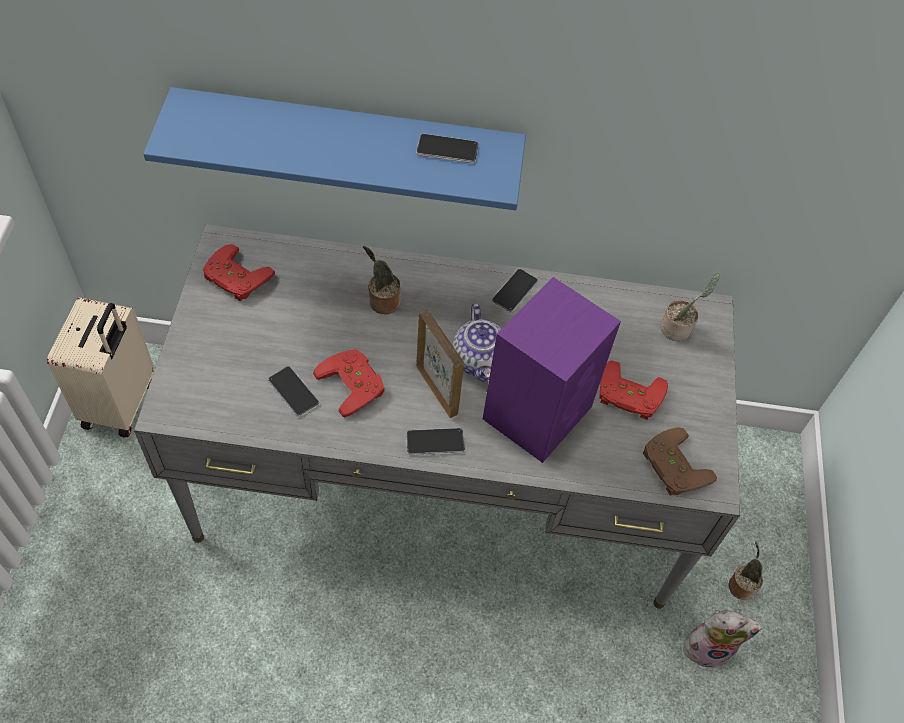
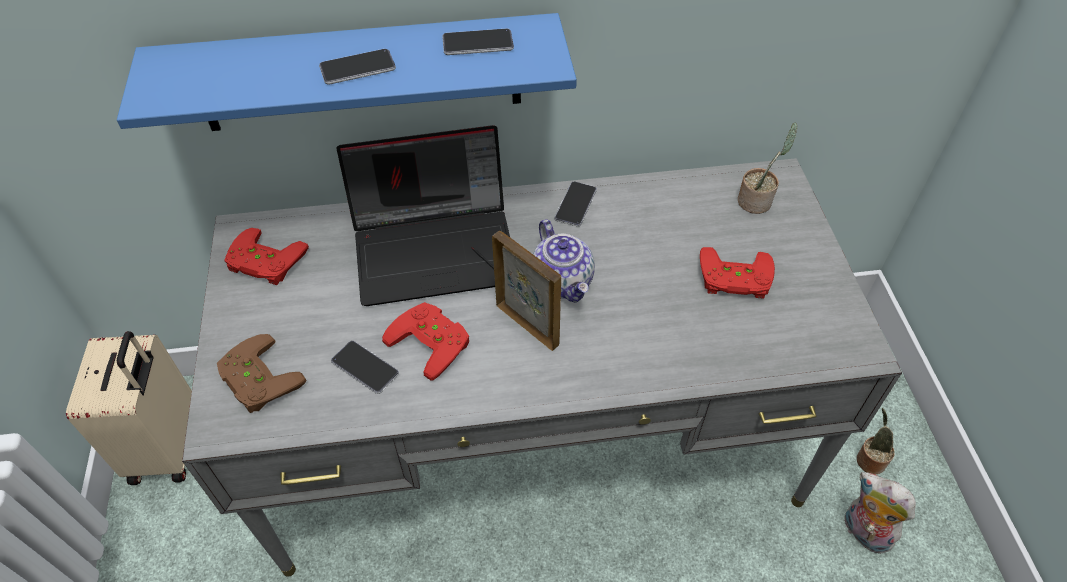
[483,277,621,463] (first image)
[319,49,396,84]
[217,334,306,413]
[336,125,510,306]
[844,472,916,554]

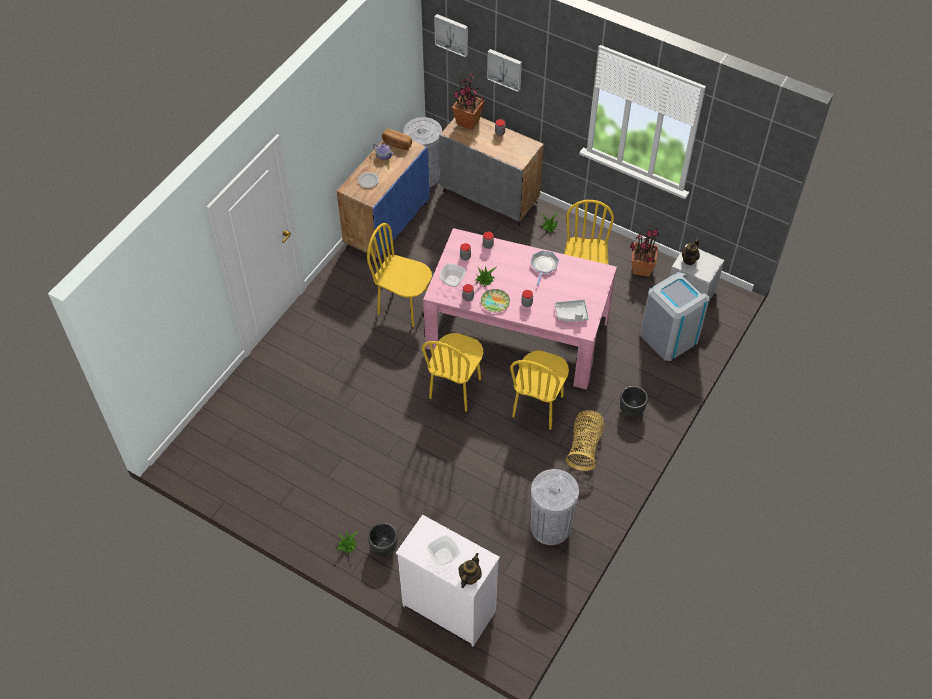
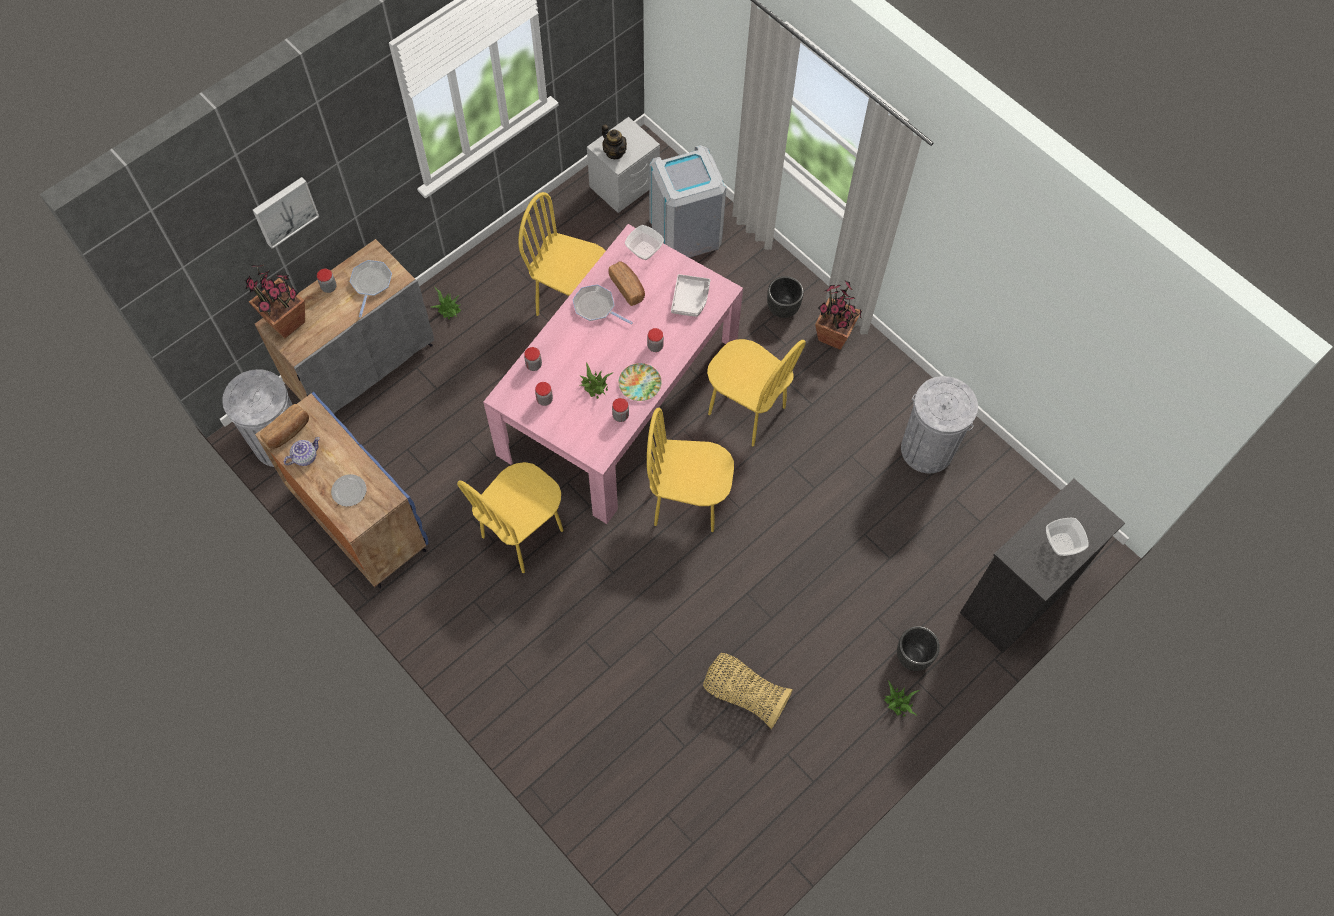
[434,14,468,58] (first image)
[458,553,482,588] (first image)
[350,260,392,317]
[609,261,645,306]
[625,225,664,260]
[703,653,793,729]
[815,281,862,350]
[960,479,1125,653]
[647,408,734,532]

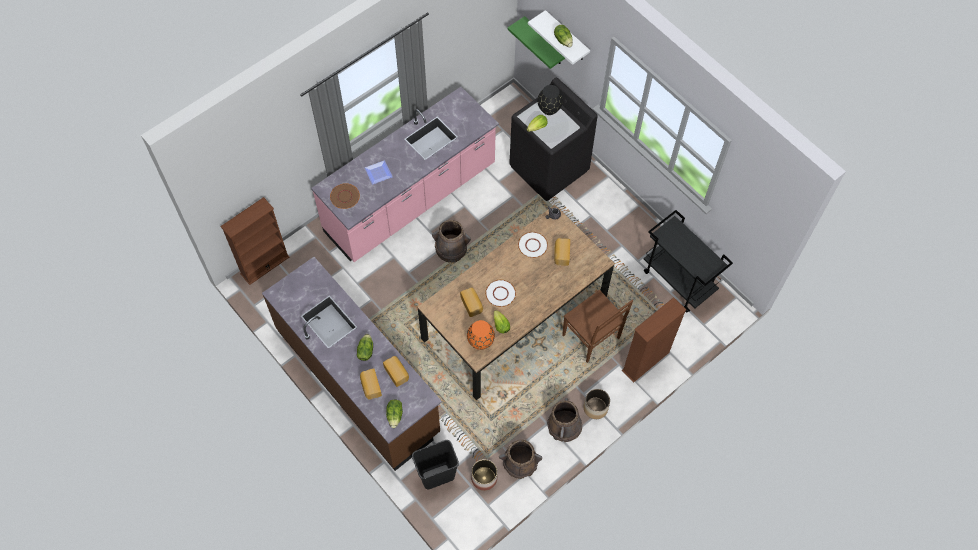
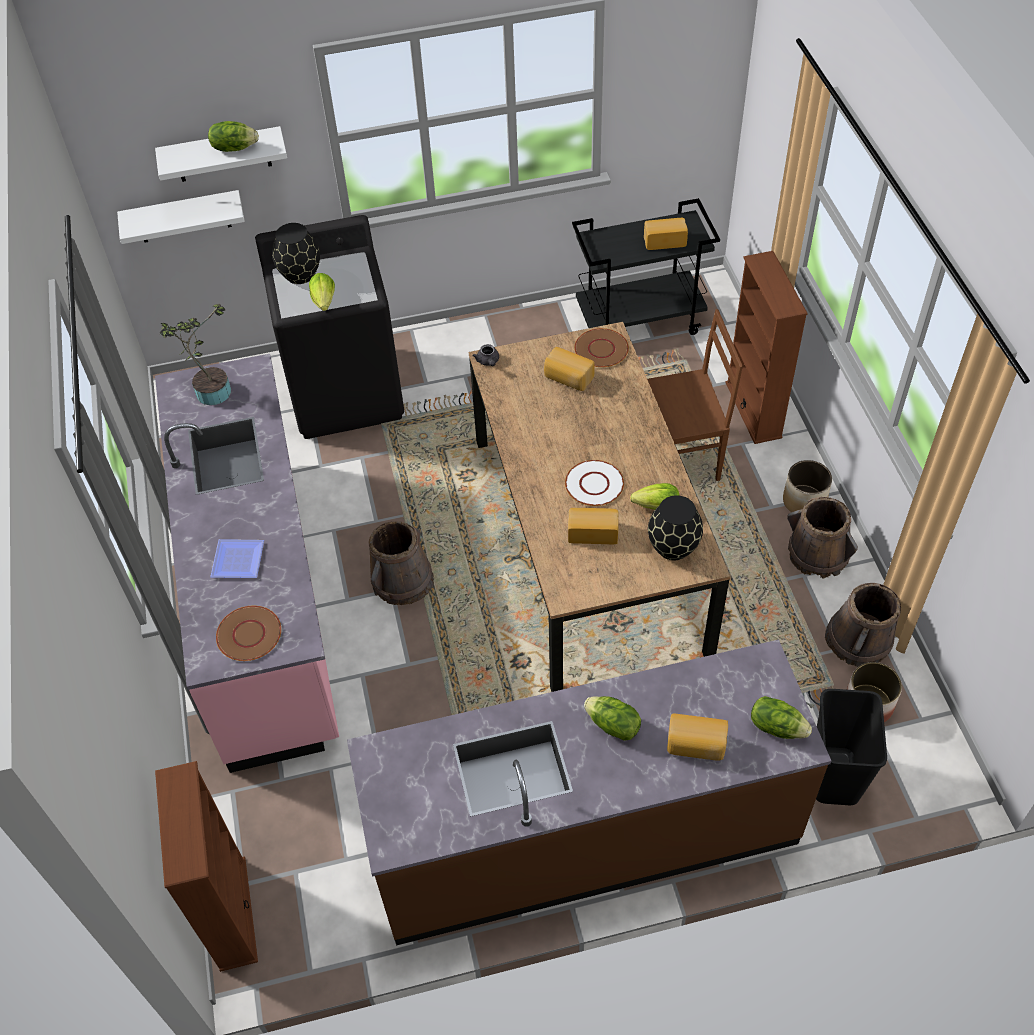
[518,232,548,258] (first image)
[160,304,231,405]
[574,328,629,367]
[644,218,688,250]
[648,495,703,560]
[117,190,245,244]

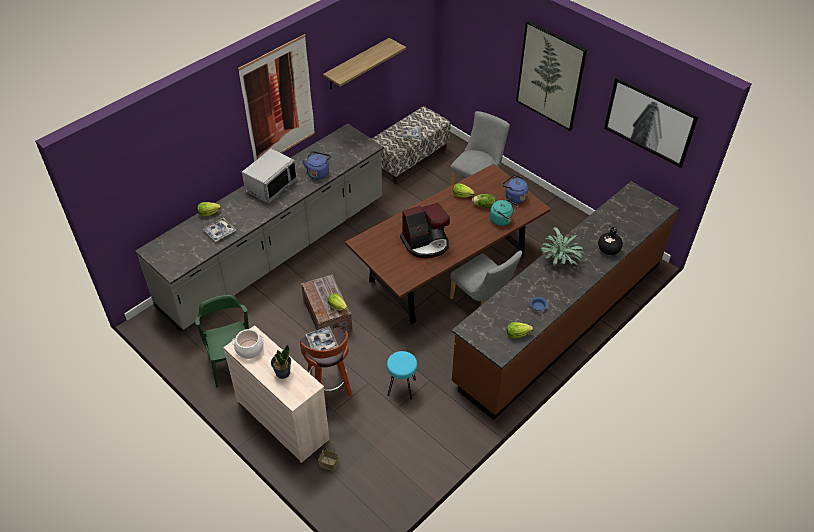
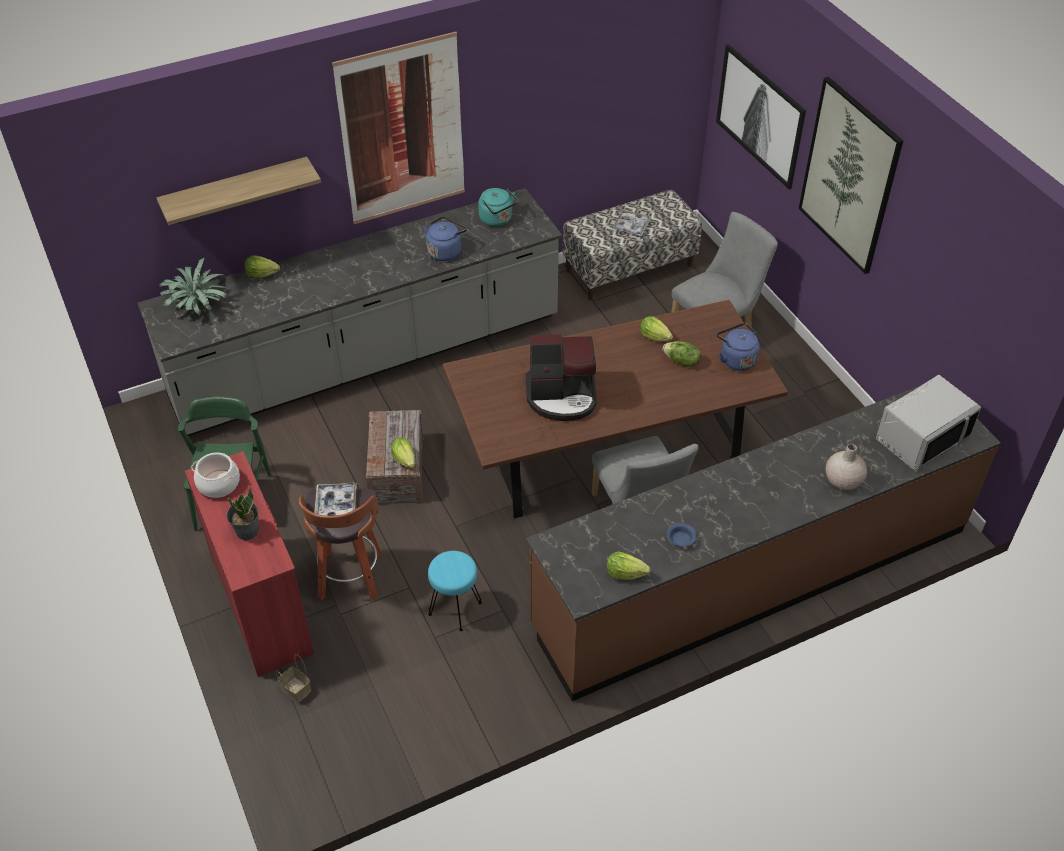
[202,218,236,242] (first image)
[876,375,981,472]
[156,157,321,225]
[478,188,518,226]
[159,258,228,315]
[716,44,806,189]
[185,451,314,676]
[825,443,867,490]

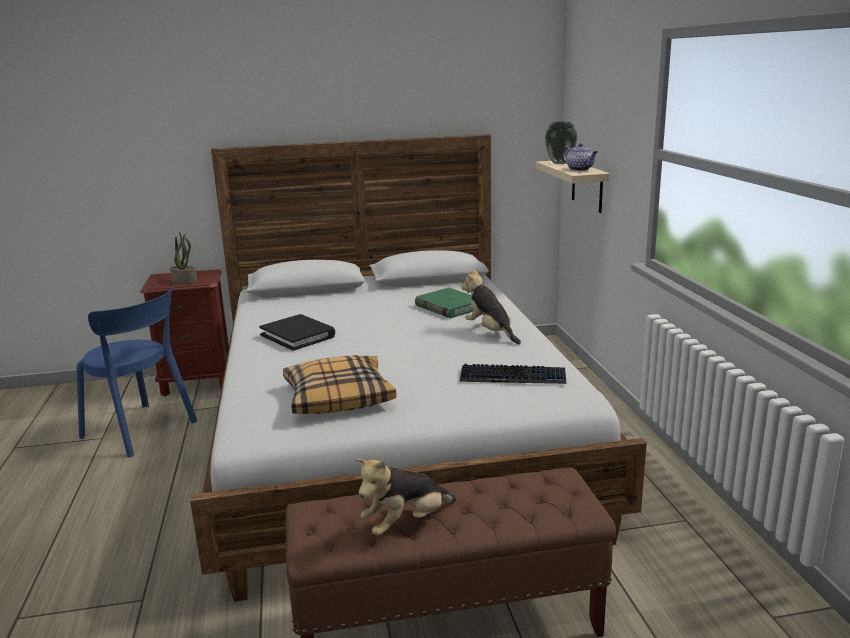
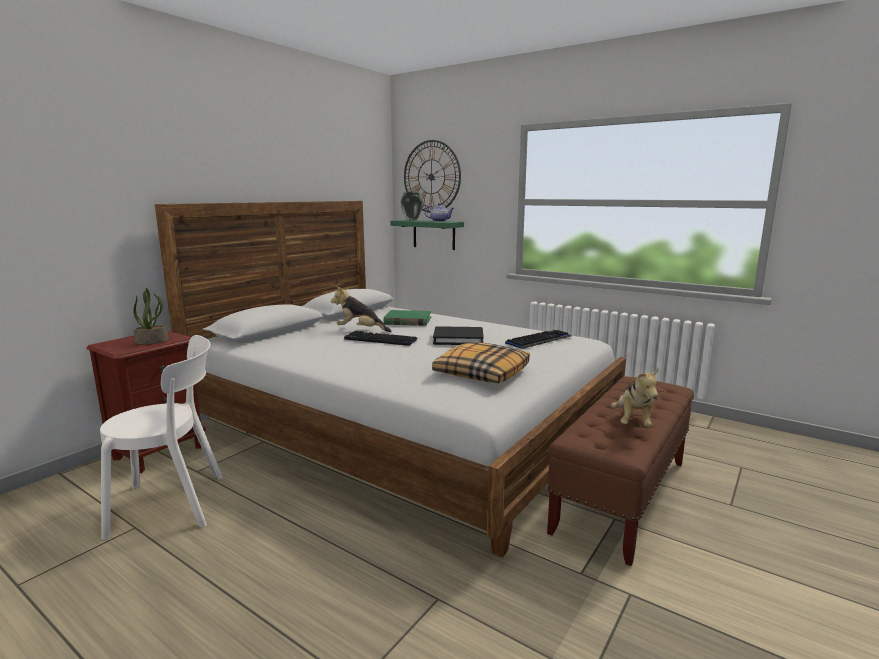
[344,331,419,346]
[404,140,461,213]
[433,326,484,345]
[331,286,391,332]
[100,335,222,540]
[390,220,464,250]

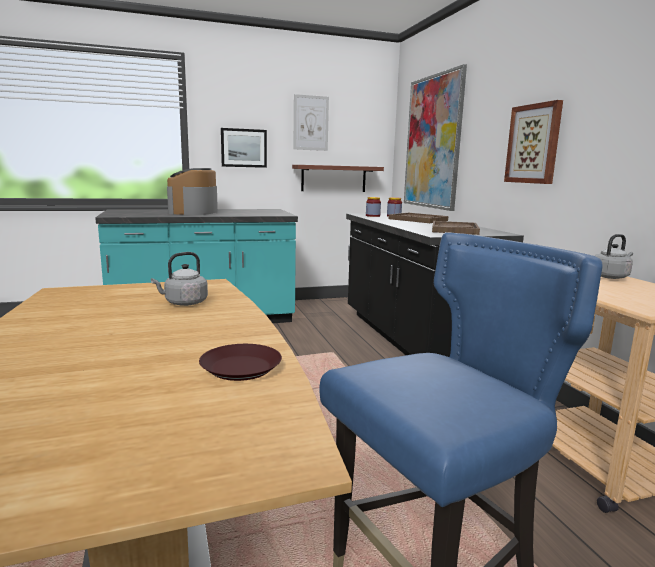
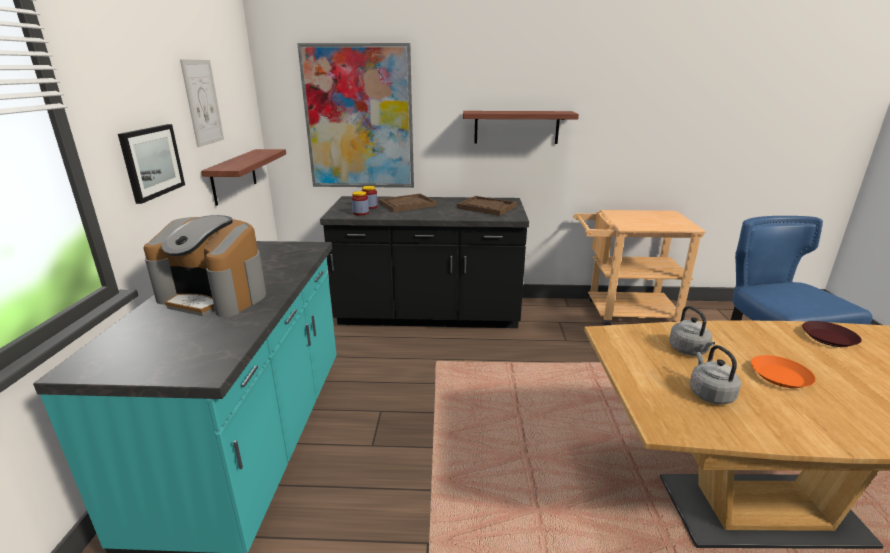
[751,355,816,388]
[689,345,741,404]
[463,111,579,144]

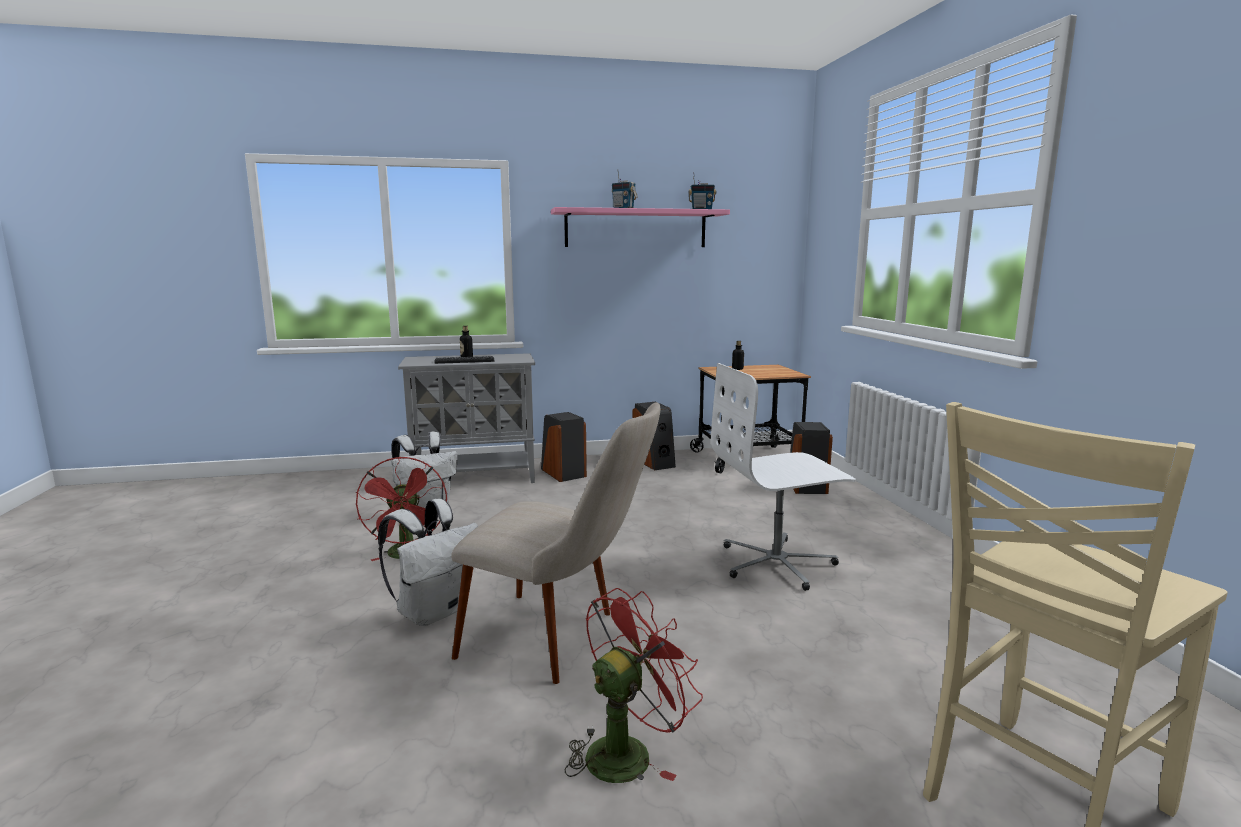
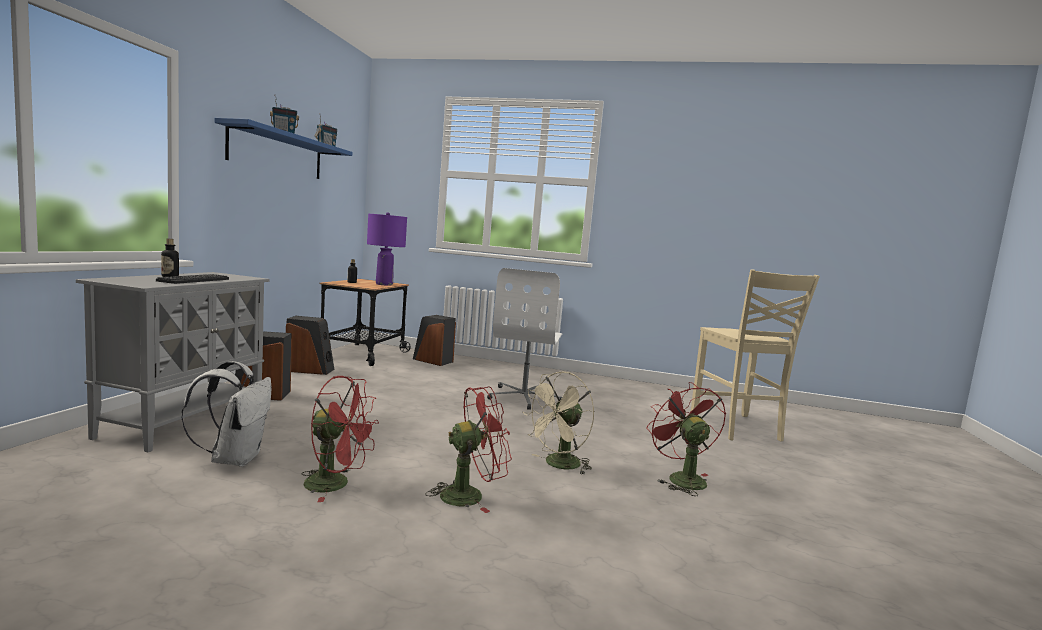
[367,212,407,286]
[425,386,512,513]
[523,371,595,475]
[215,118,352,179]

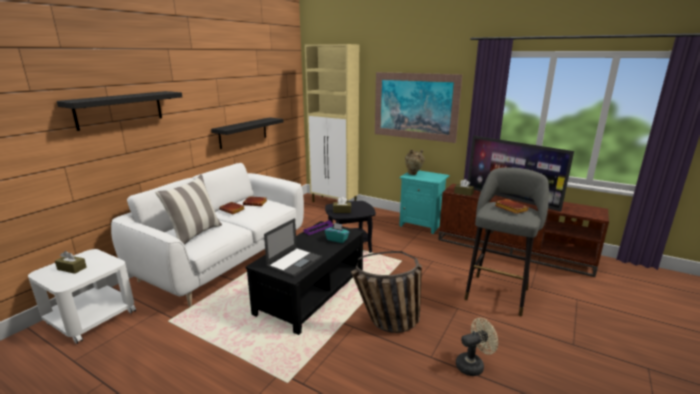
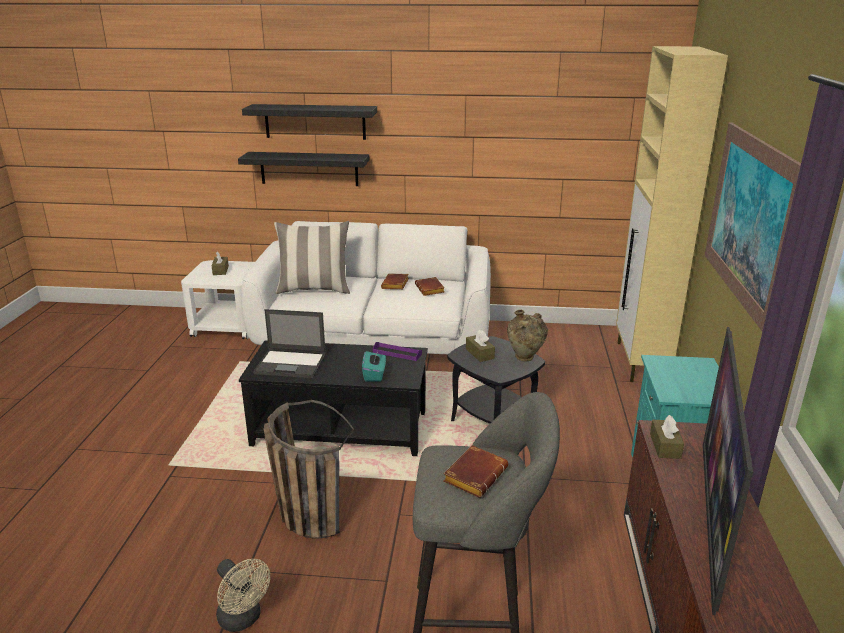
[238,152,369,186]
[507,310,548,362]

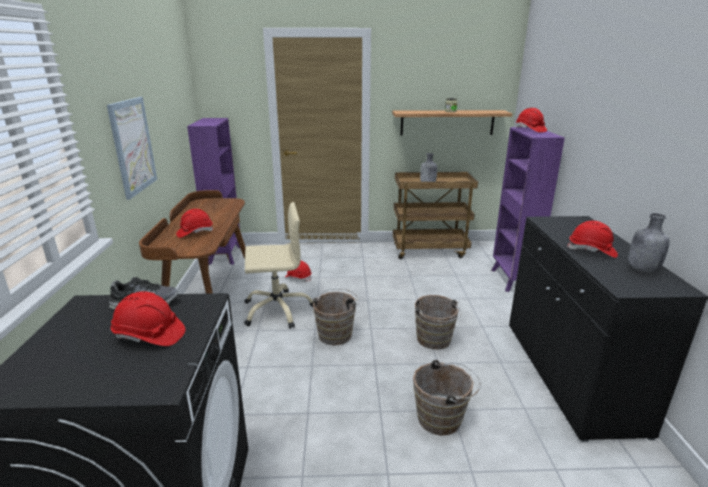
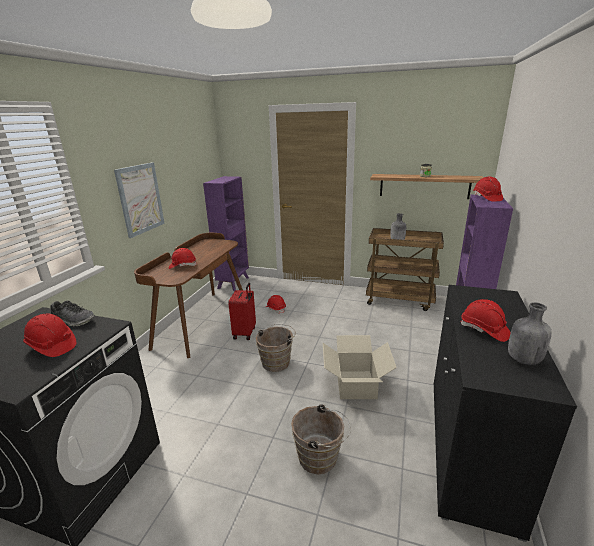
[228,283,256,340]
[323,335,397,399]

